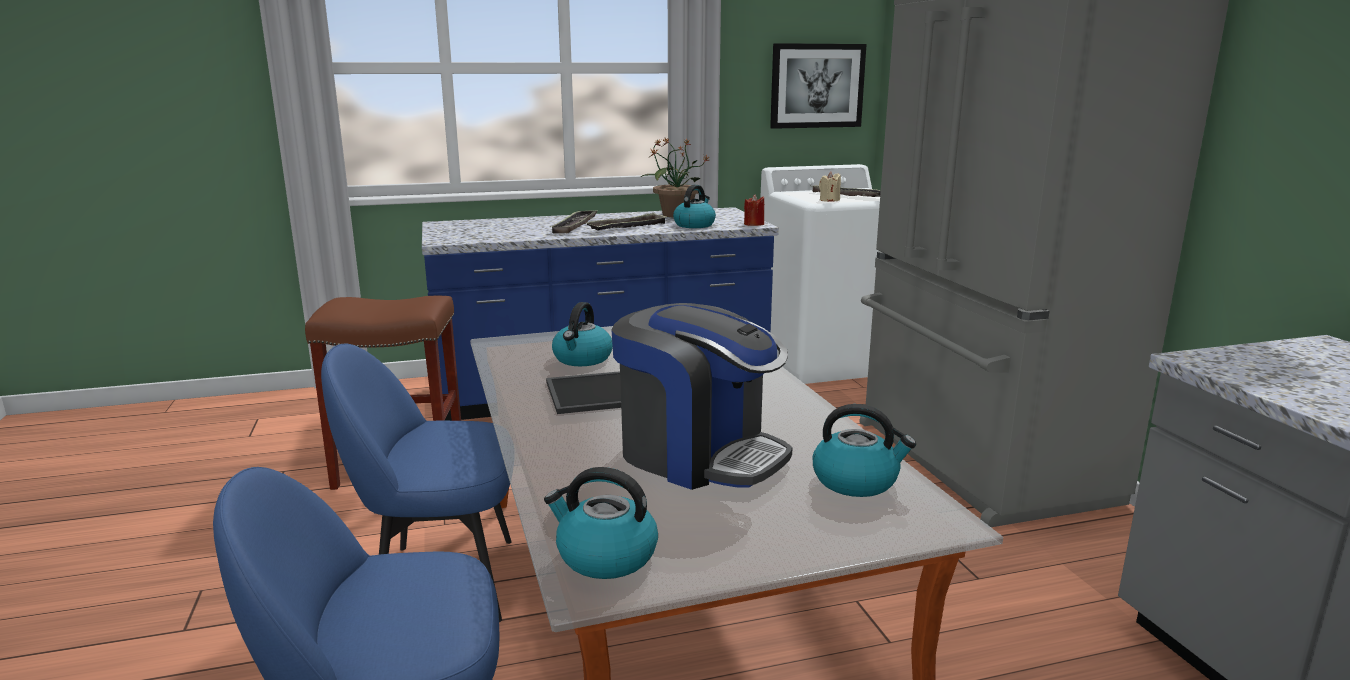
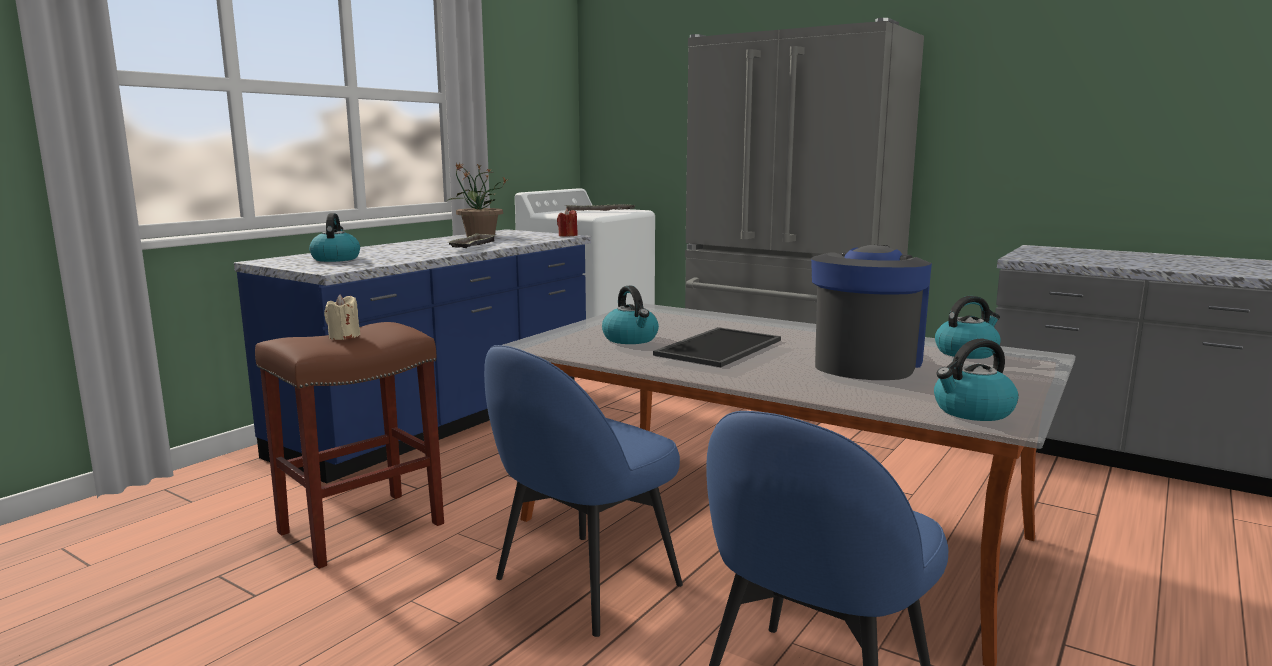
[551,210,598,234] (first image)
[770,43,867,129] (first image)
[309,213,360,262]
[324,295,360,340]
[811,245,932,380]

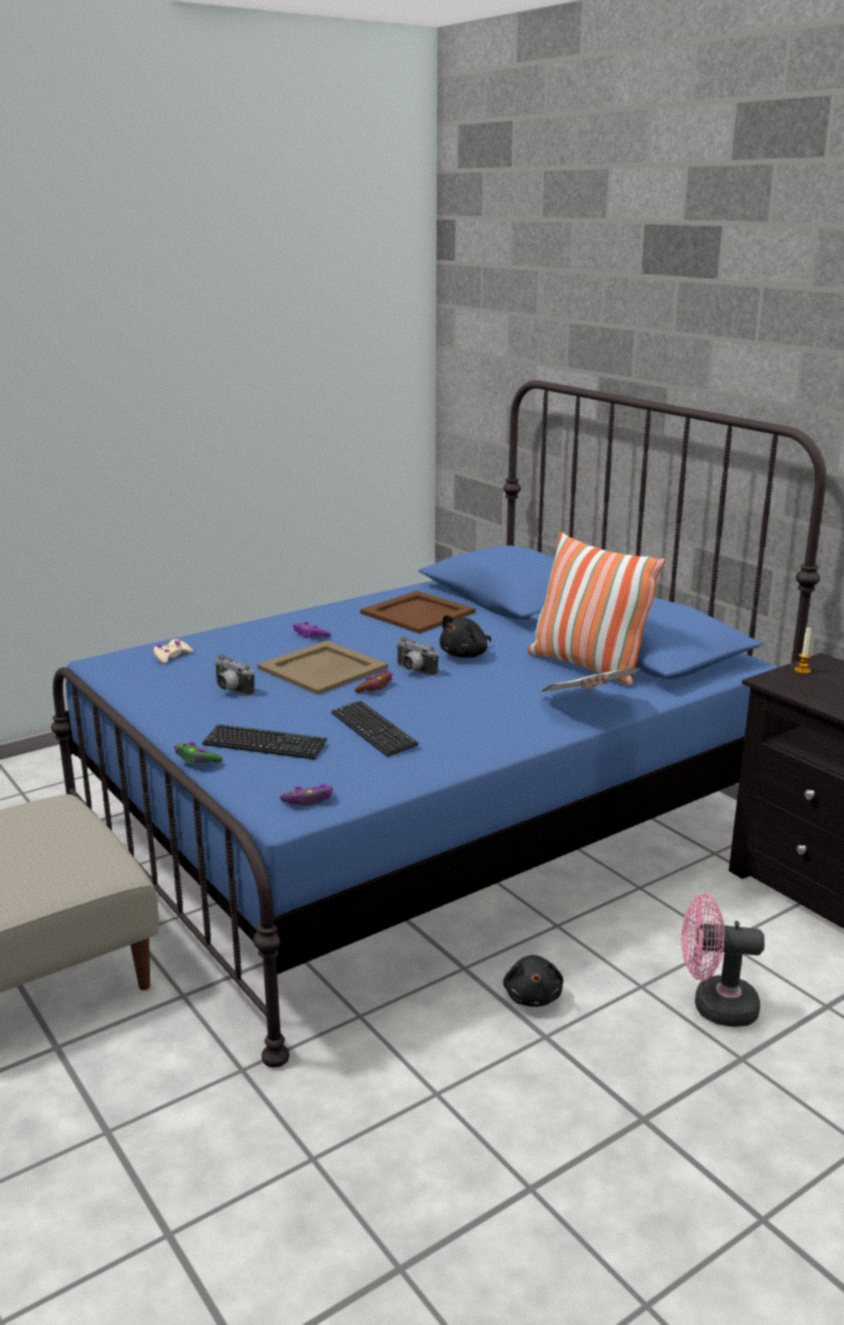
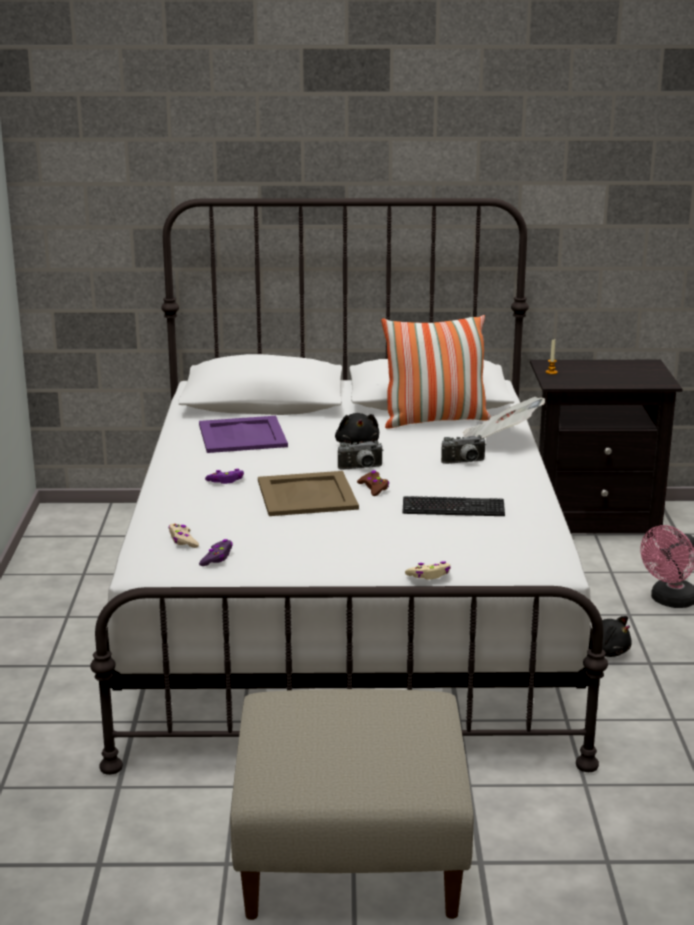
[202,724,327,759] (first image)
[441,435,486,464]
[199,539,233,566]
[90,198,608,775]
[405,561,451,580]
[199,416,288,453]

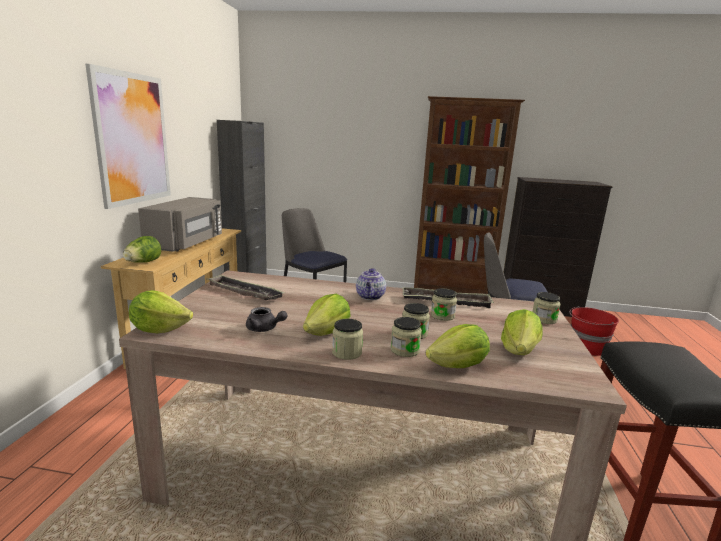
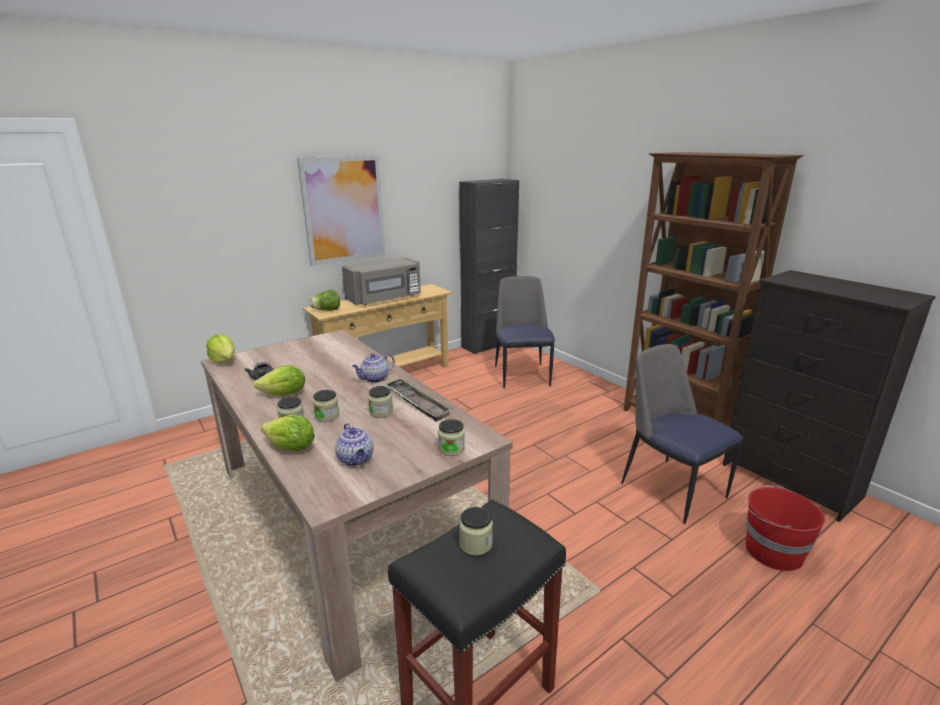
[206,275,285,300] (first image)
[459,507,493,556]
[335,423,374,466]

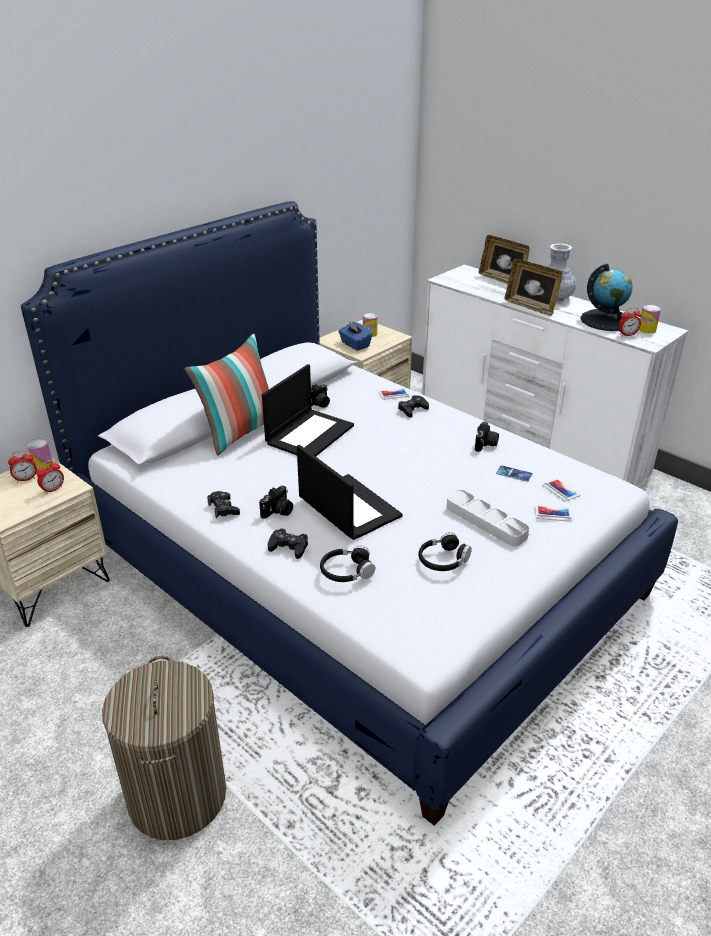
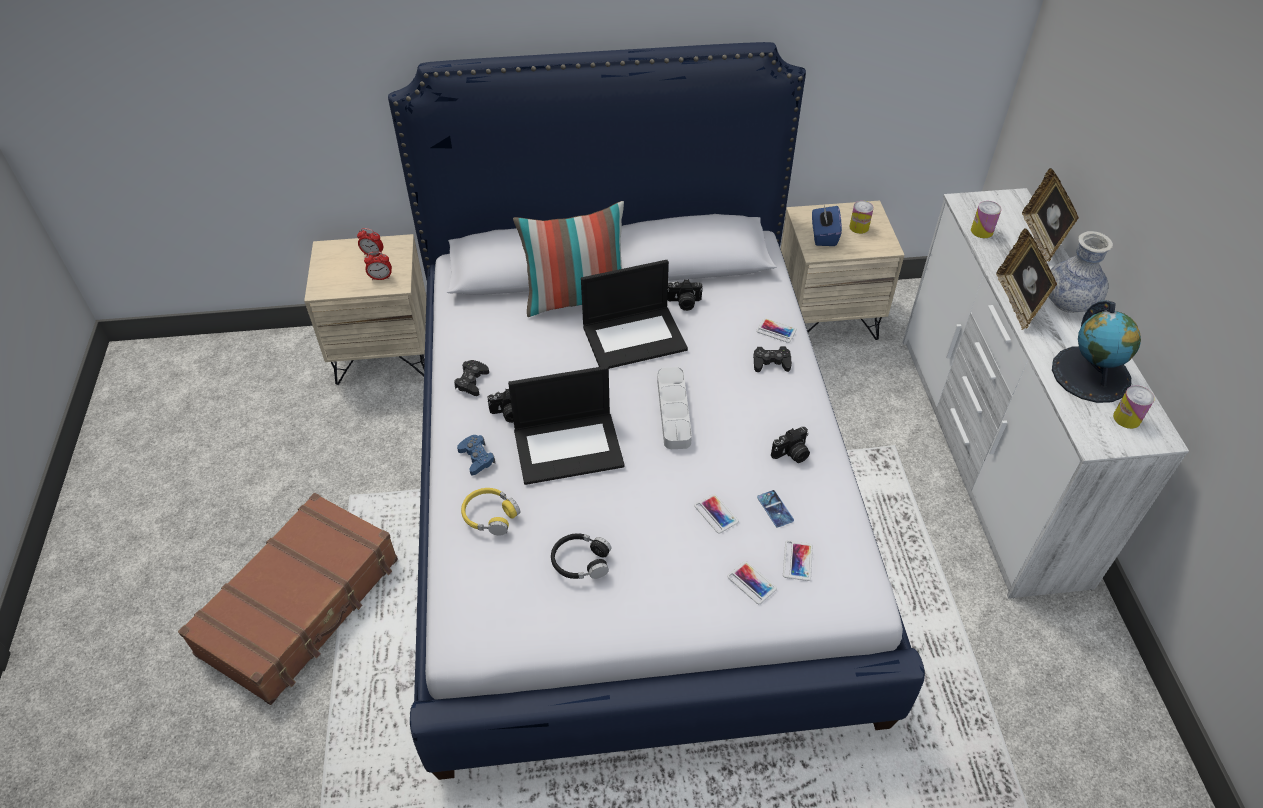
[618,307,642,336] (first image)
[694,494,739,534]
[971,201,1001,238]
[657,367,692,449]
[178,493,398,705]
[457,435,495,475]
[461,488,520,535]
[508,366,625,485]

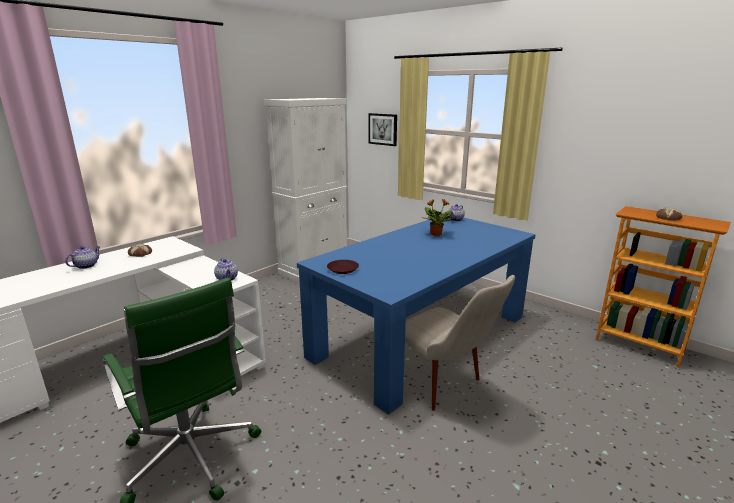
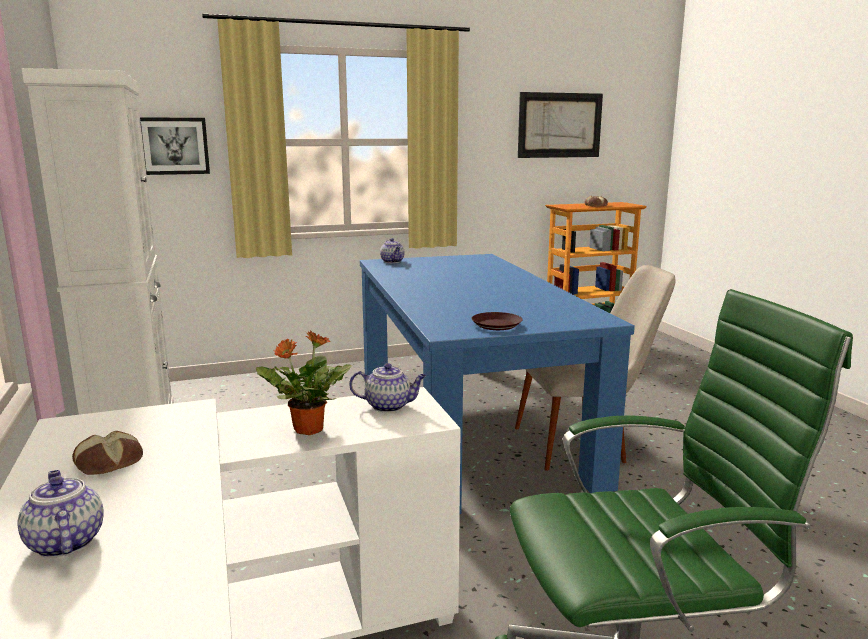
[518,92,603,158]
[256,330,352,435]

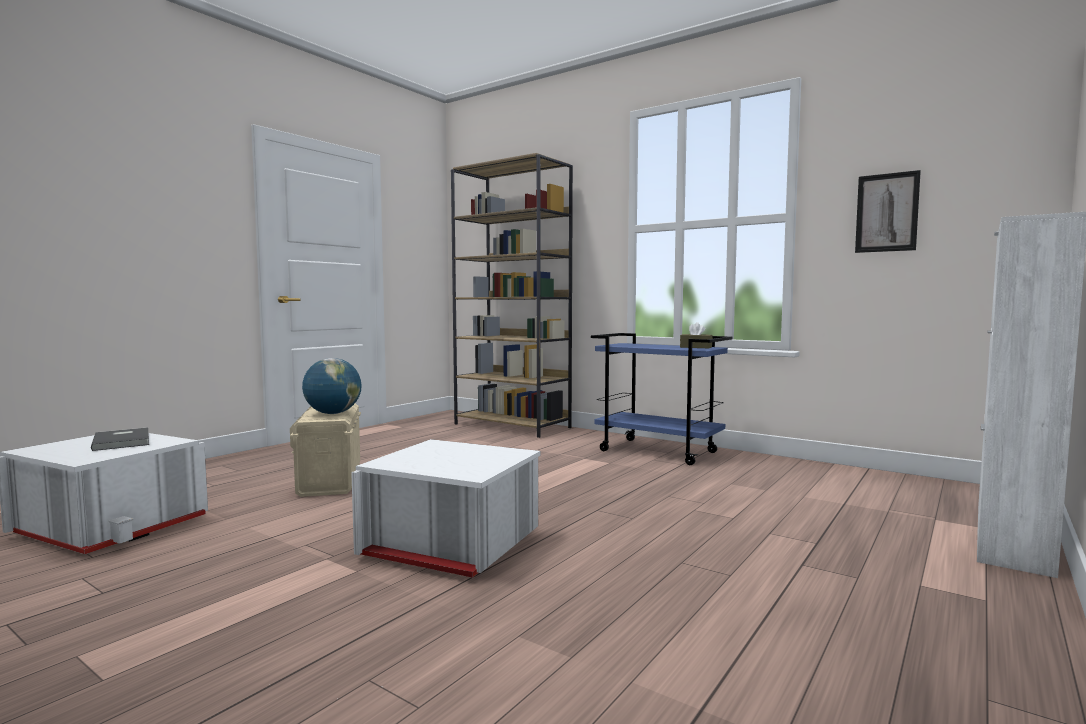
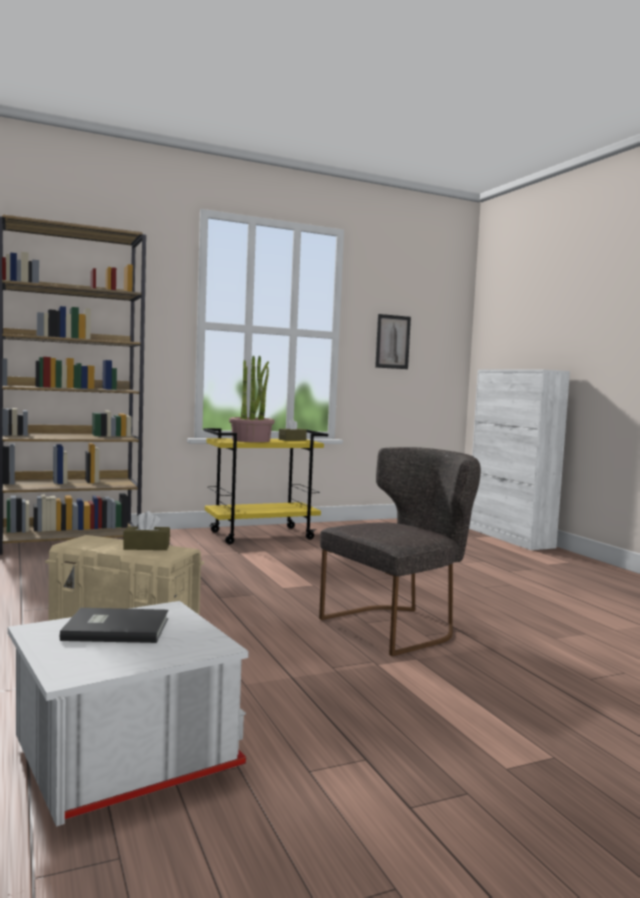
[229,355,275,442]
[123,511,170,550]
[319,447,481,656]
[203,428,328,544]

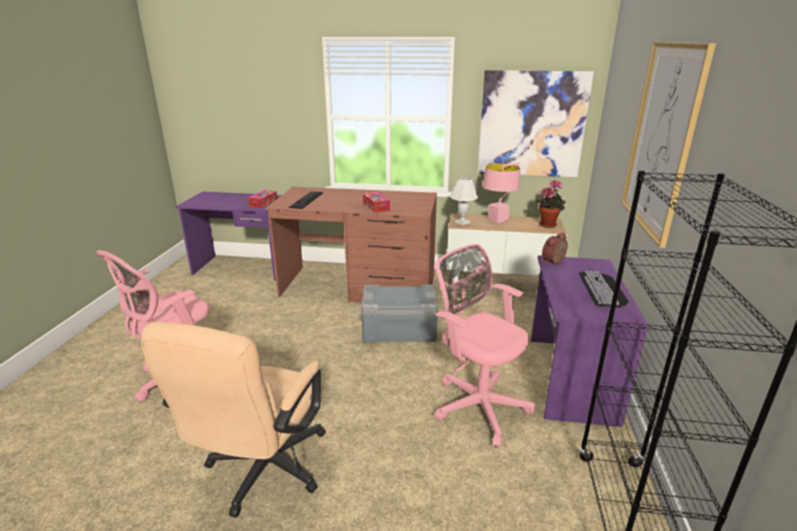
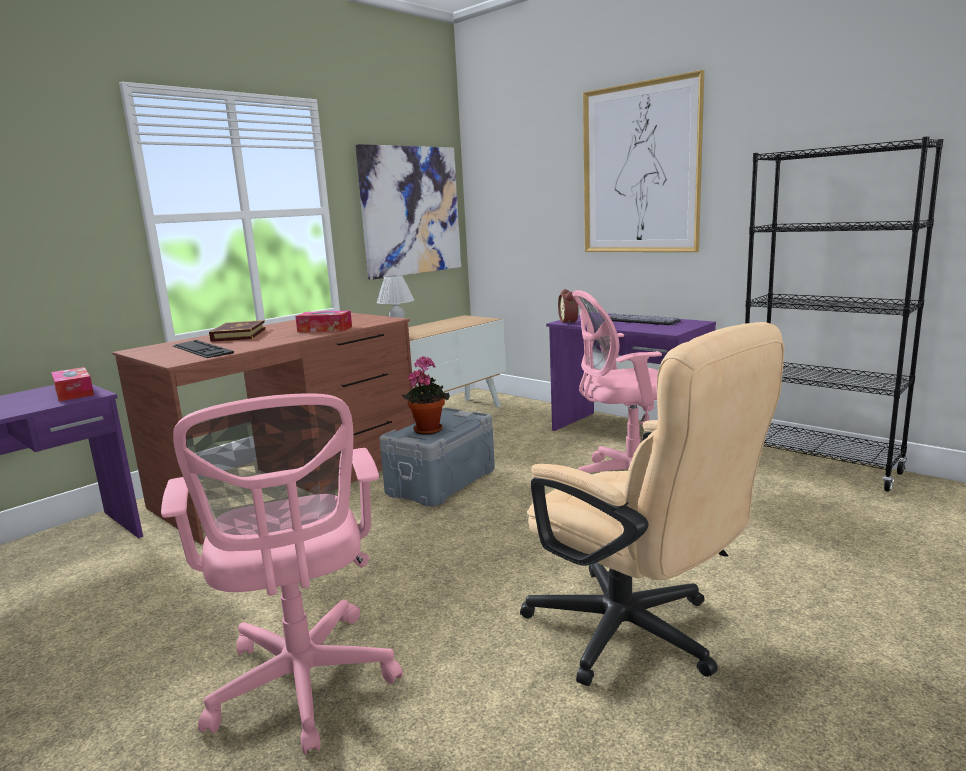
[483,163,520,223] (first image)
[209,320,266,342]
[402,356,450,435]

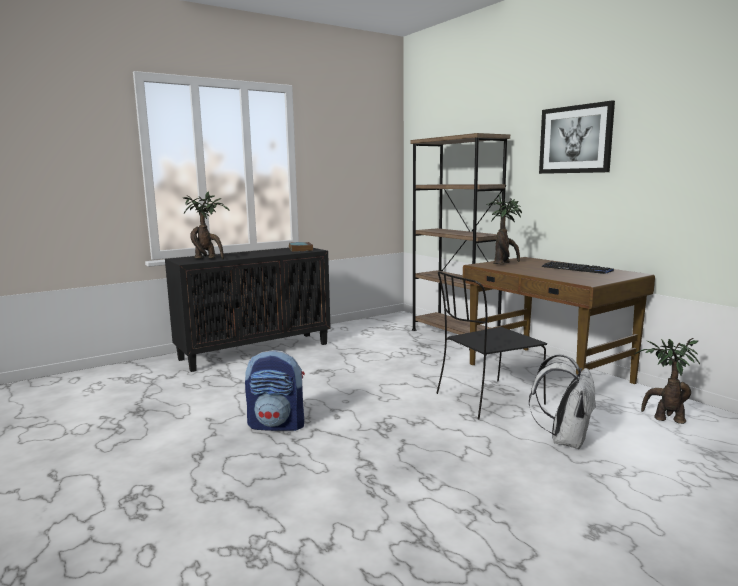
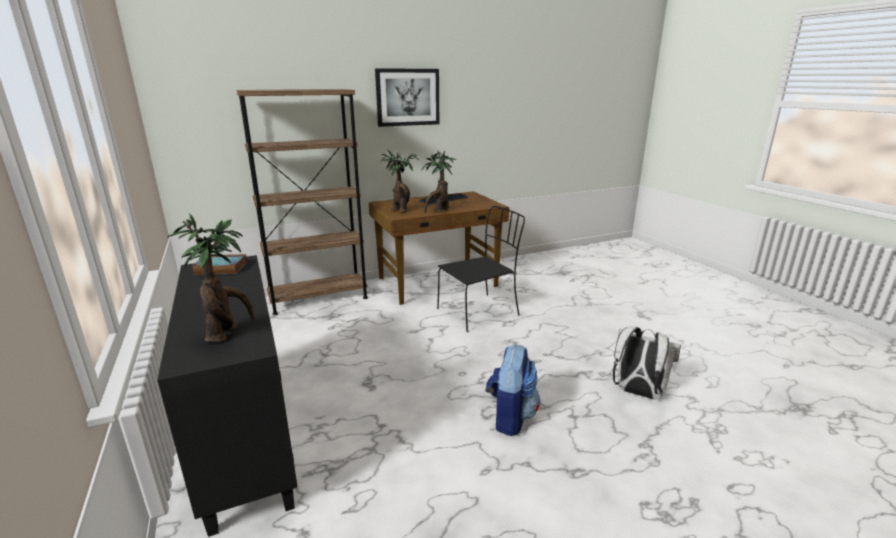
[613,326,681,400]
[421,150,456,213]
[437,206,525,332]

